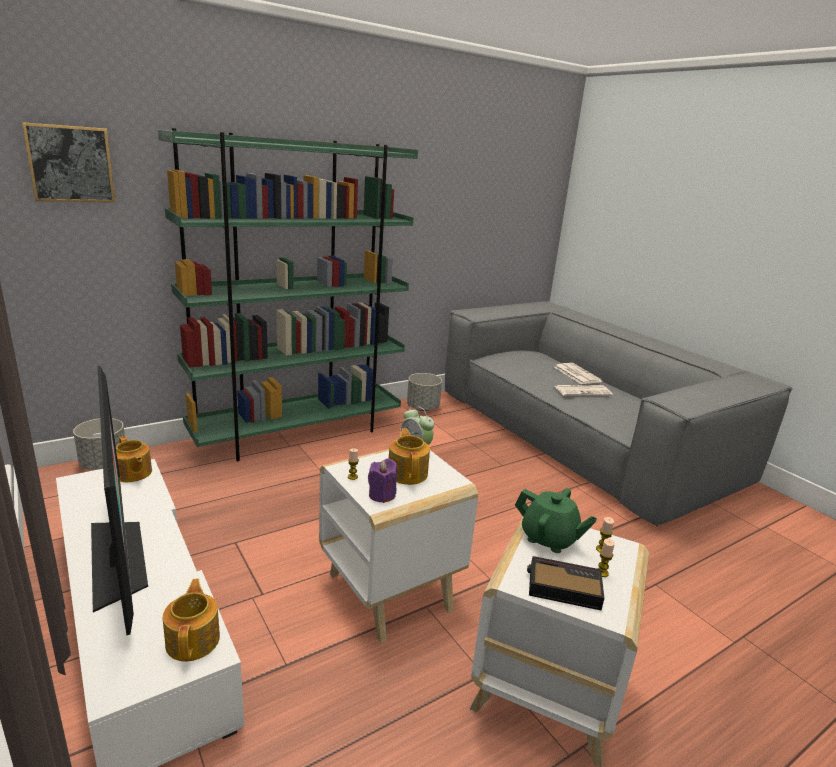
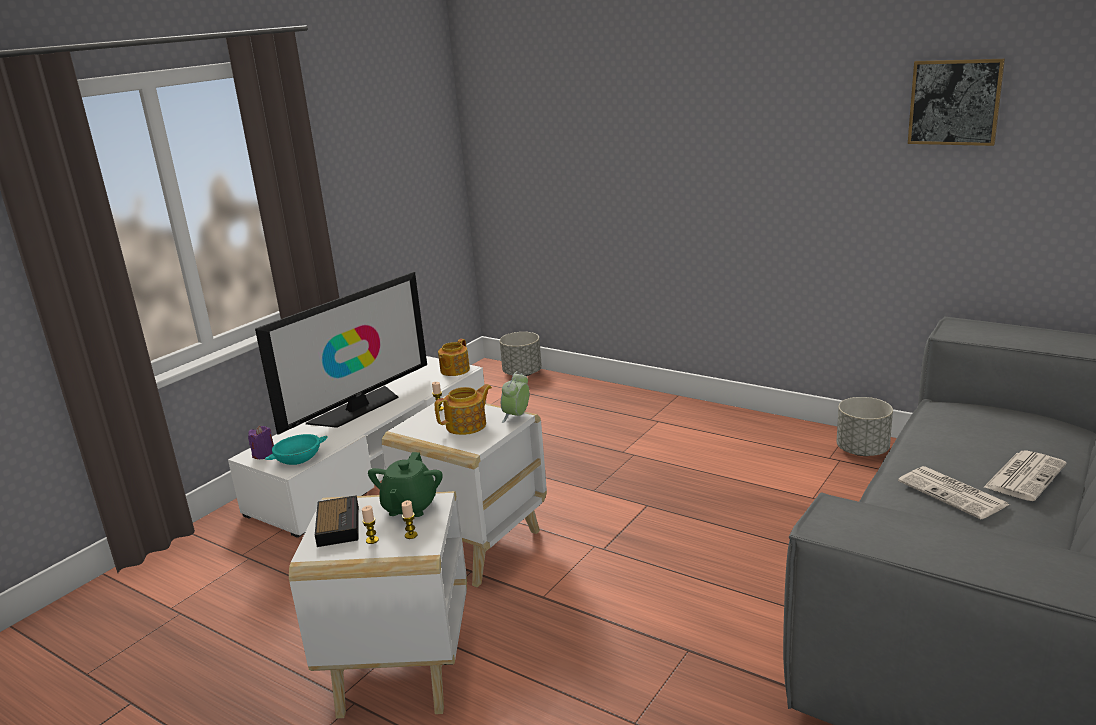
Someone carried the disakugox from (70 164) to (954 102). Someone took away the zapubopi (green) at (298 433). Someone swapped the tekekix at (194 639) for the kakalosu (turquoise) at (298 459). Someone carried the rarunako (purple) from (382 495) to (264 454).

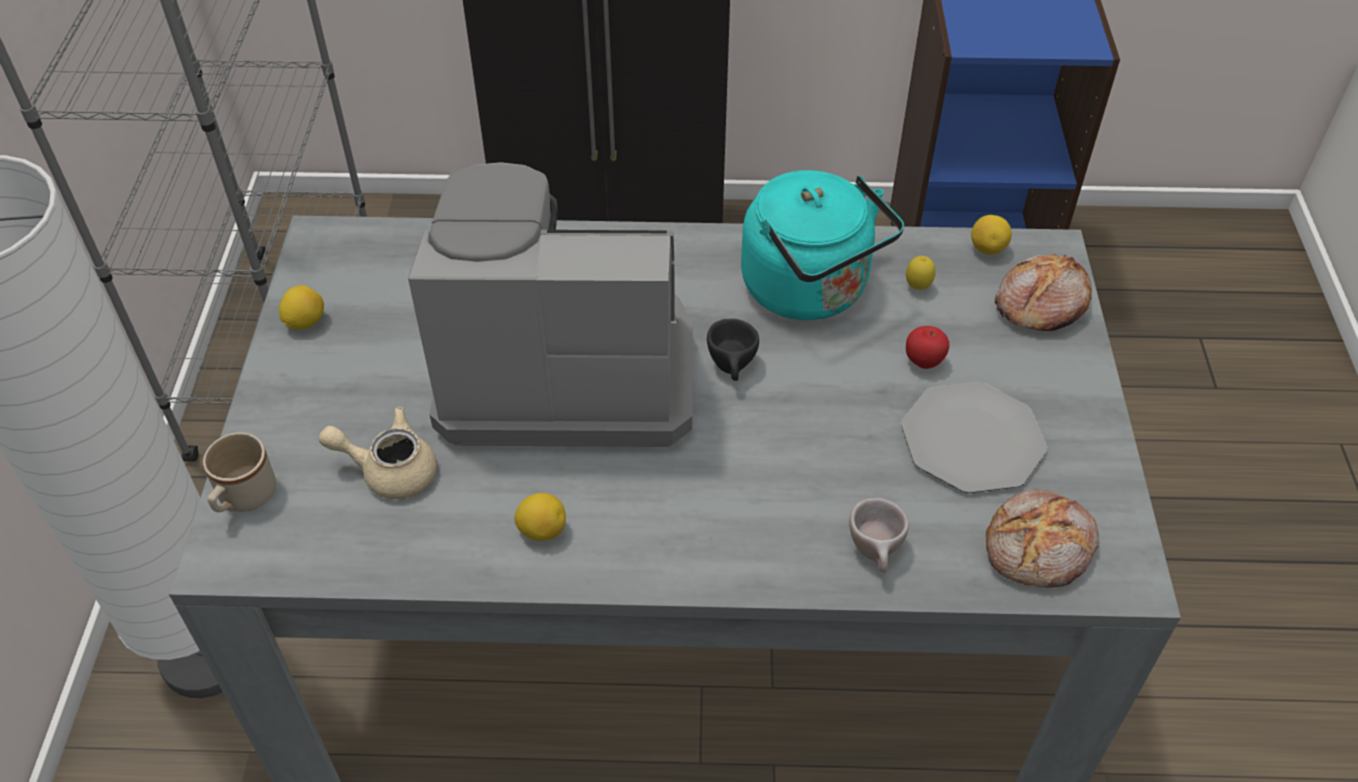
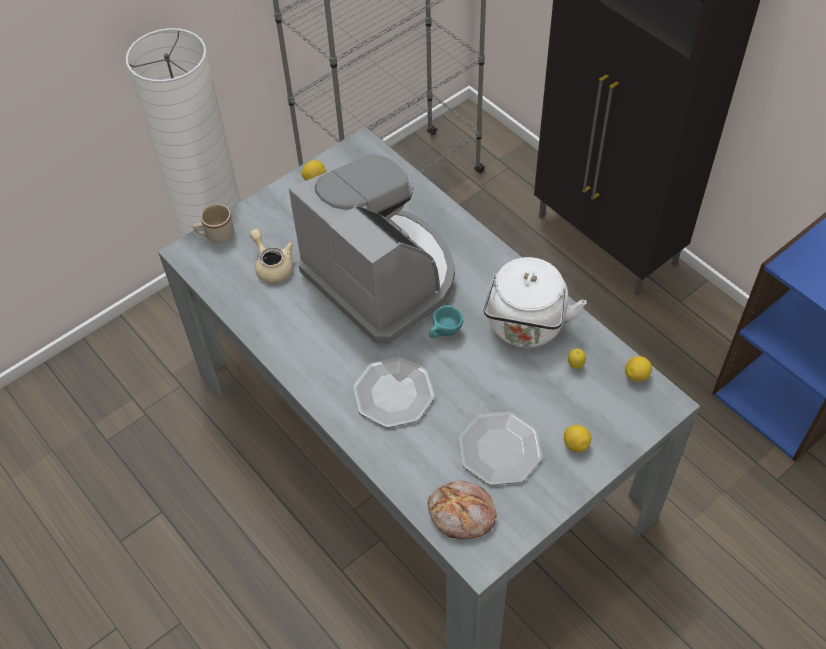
Someone carried the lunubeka from (542 530) to (576 444). Someone repainted the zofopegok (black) at (733 370), which became the zofopegok (turquoise) at (444 334). Someone repainted the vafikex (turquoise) at (811 291), which became the vafikex (white) at (525 327). Someone took away the zofopegok (beige) at (876 554). Someone took away the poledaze at (923 362). Someone took away the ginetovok at (1039 303). Someone put down the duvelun at (393 393).

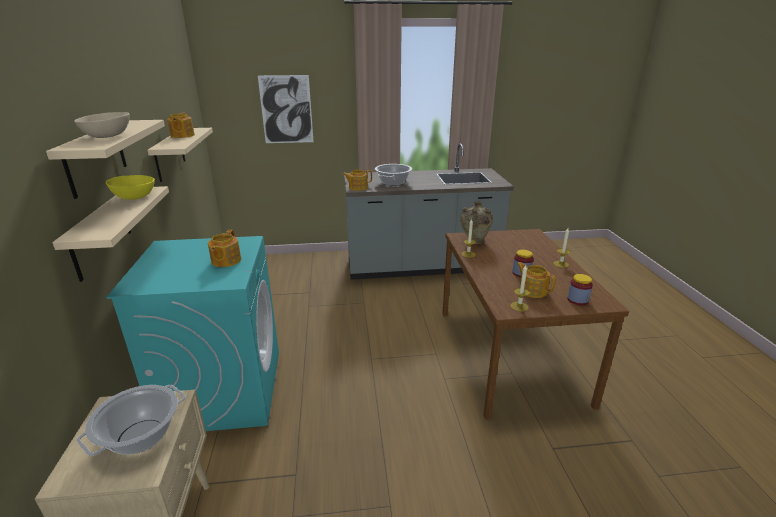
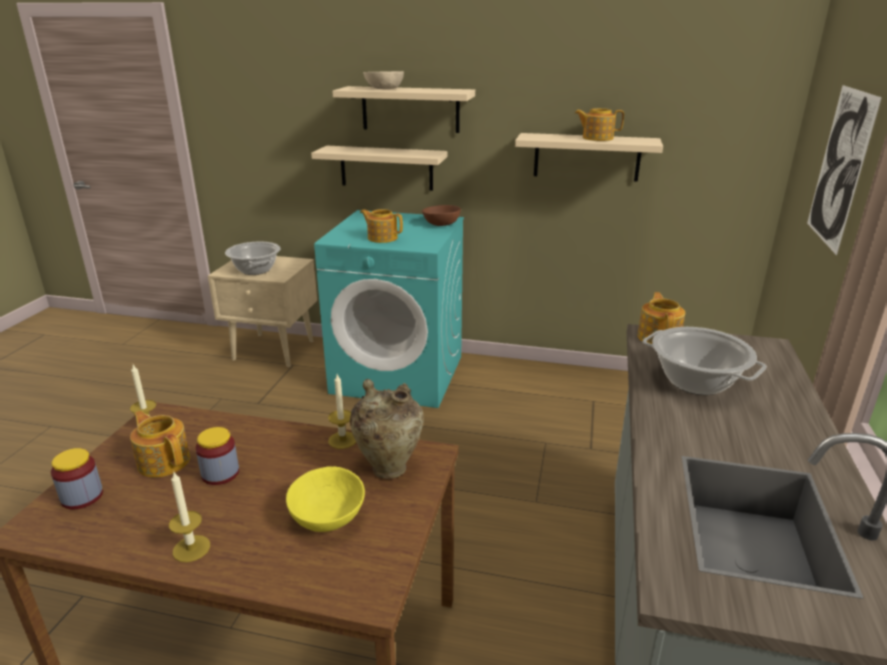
Someone carried the kakalosu (yellow) from (134 197) to (327 516). Someone rotated the tekekix at (532 290) by 120 degrees counterclockwise. Someone put down the kakalosu (brown) at (442 224).

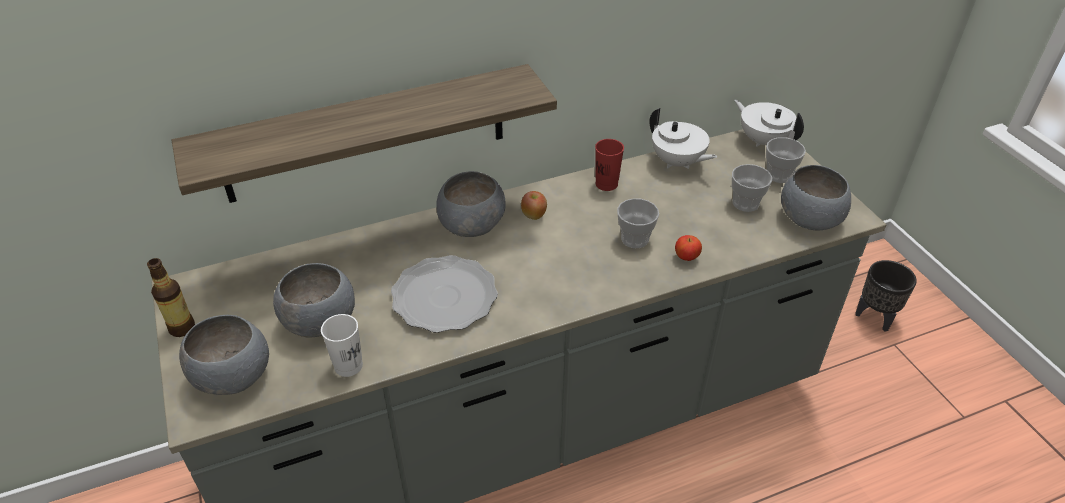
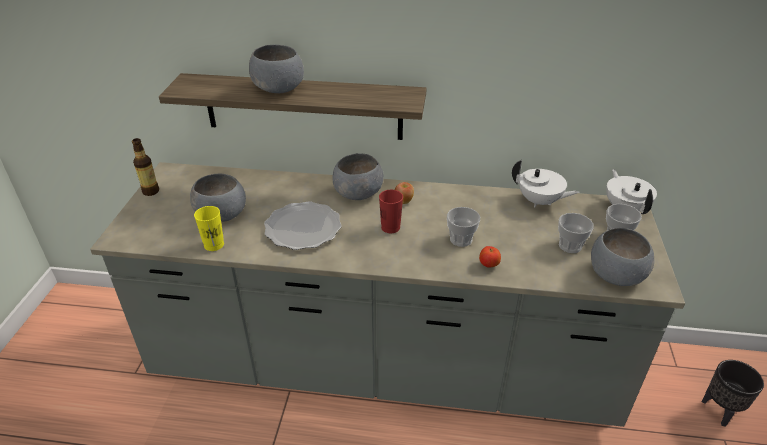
Someone carried the kakalosu (grey) from (234 376) to (279 89). Someone repainted the zofopegok (white) at (348 366), which became the zofopegok (yellow) at (214 245). Someone carried the zofopegok (red) from (606 184) to (390 227). Someone rotated the tekekix (white) at (677 162) by 45 degrees counterclockwise.

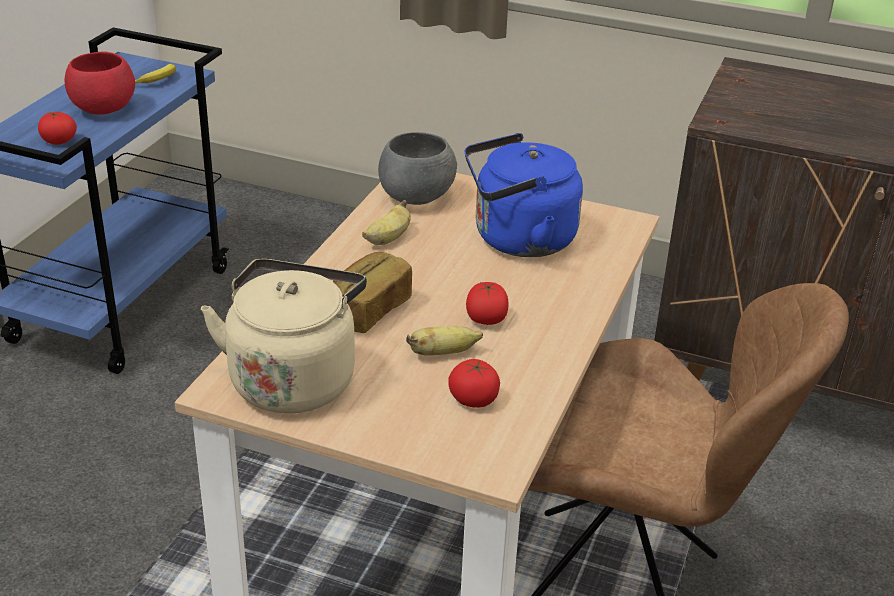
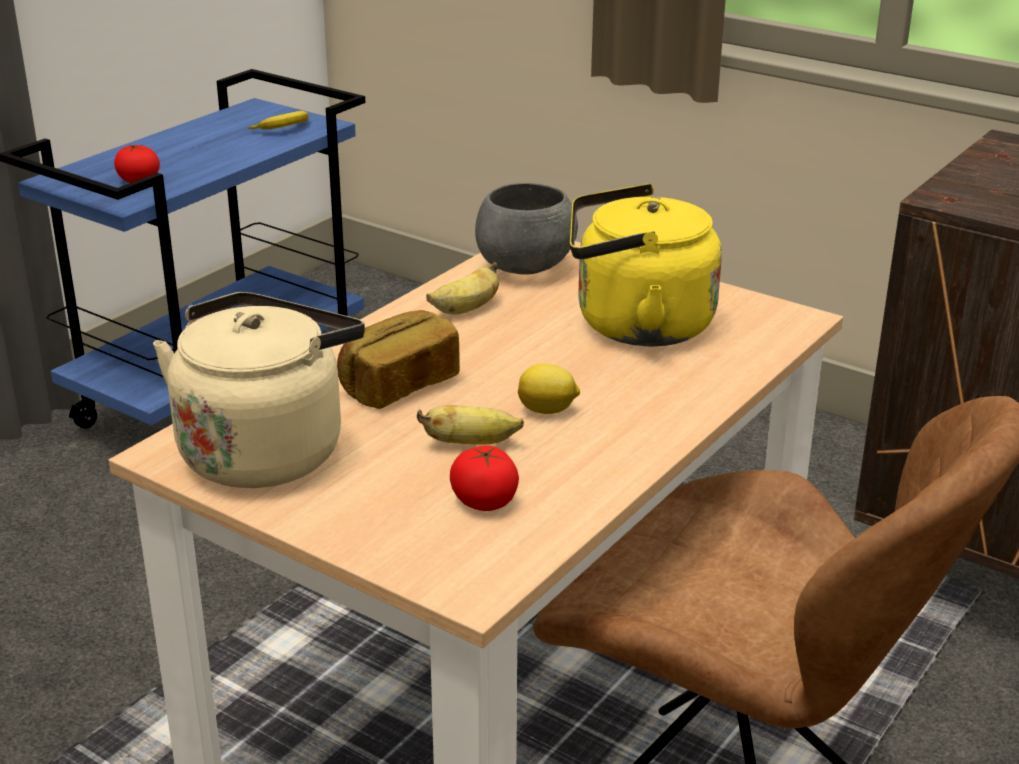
Someone took away the kakalosu (red) at (104 109). Someone repainted the vafikex (blue) at (518 240), which became the vafikex (yellow) at (635 326). Someone swapped the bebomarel at (486 319) for the lunubeka at (548 410).

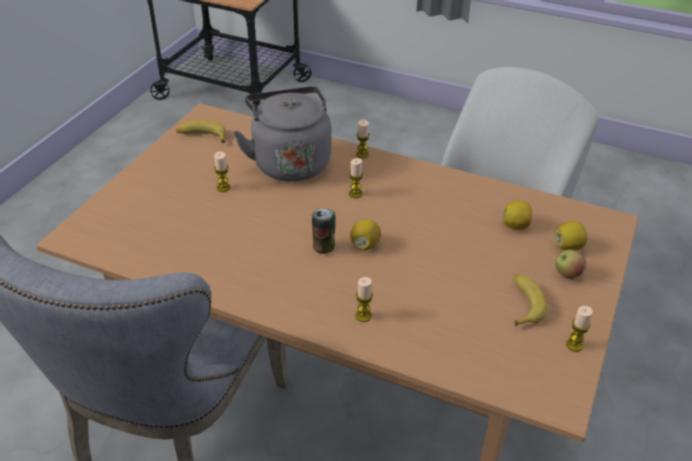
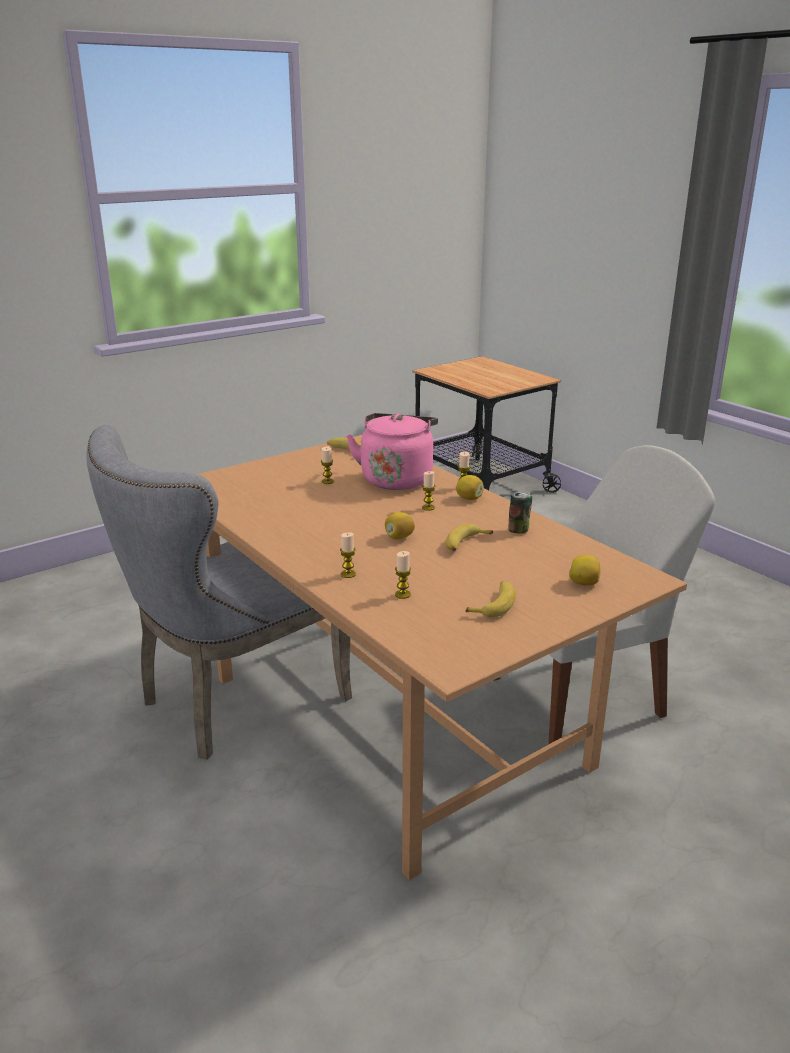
Someone repainted the vafikex (grey) at (289 162), which became the vafikex (pink) at (397 479). Someone carried the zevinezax from (324 246) to (518 530). Someone carried the lunubeka from (516 225) to (469 498). Someone took away the poledaze at (567 274). Someone carried the rarunako from (574 345) to (402 594). Someone put down the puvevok at (465 544).

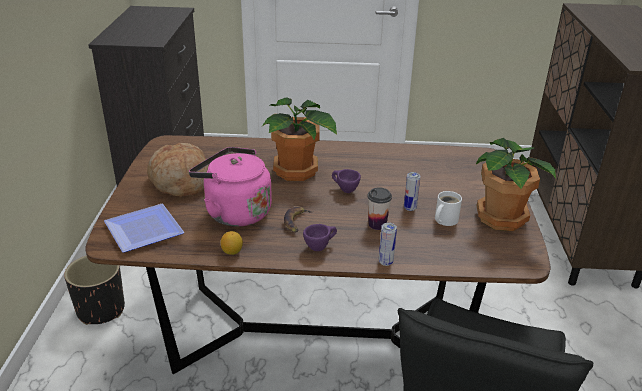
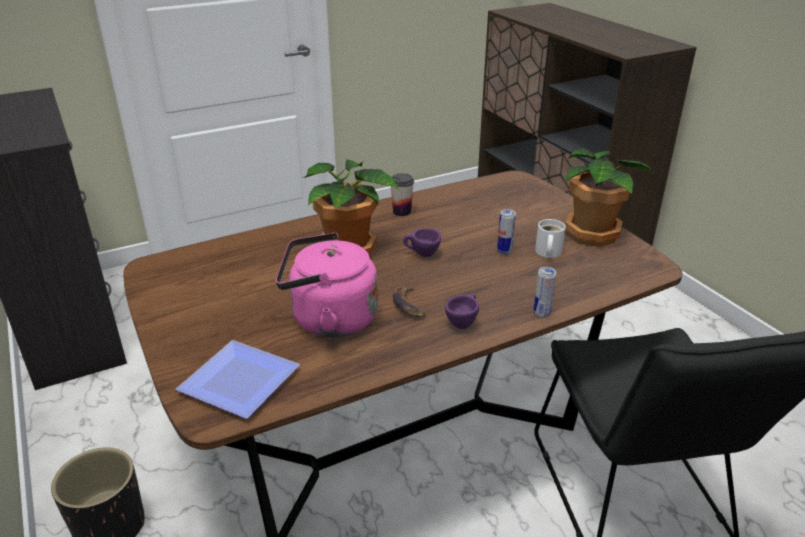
Someone took away the ginetovok at (180 181). Someone took away the lunubeka at (232 252). Someone carried the zofopegok from (377 224) to (402 212).

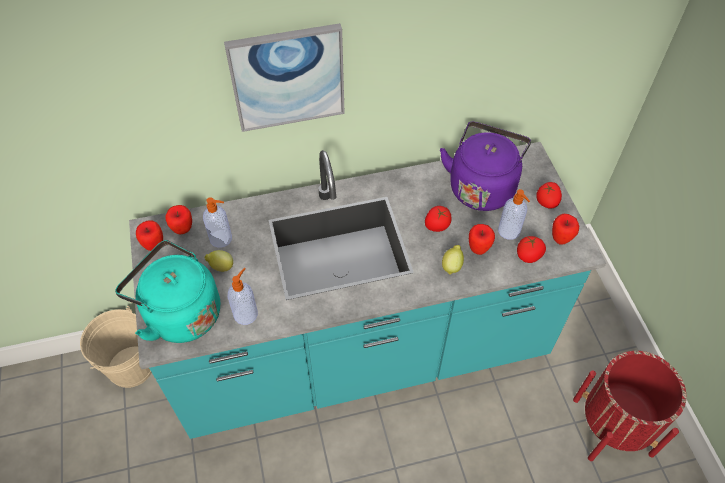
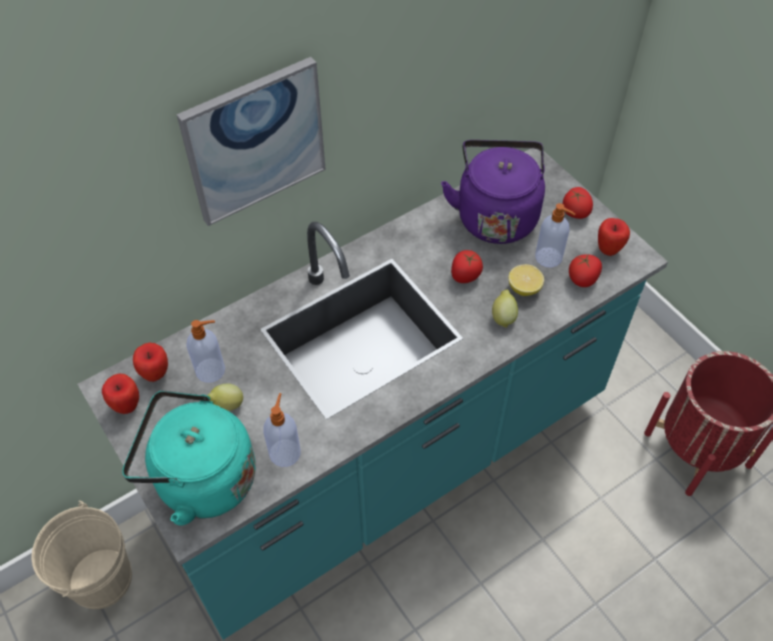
Someone swapped the poledaze at (478 249) for the lunubeka at (524 288).

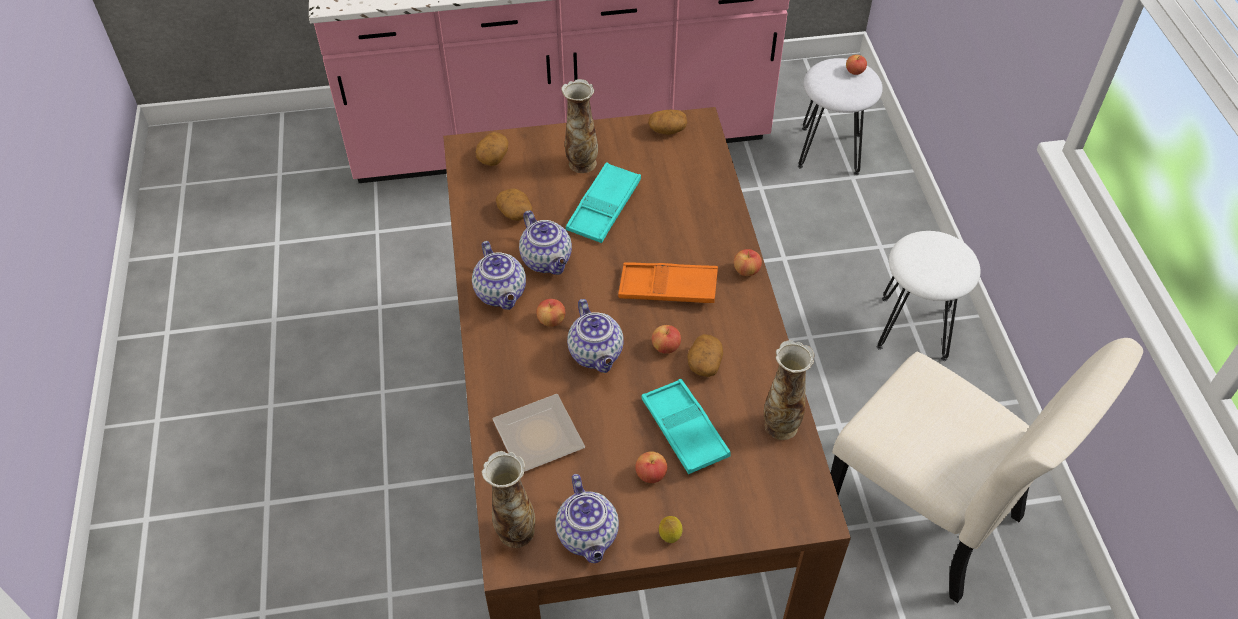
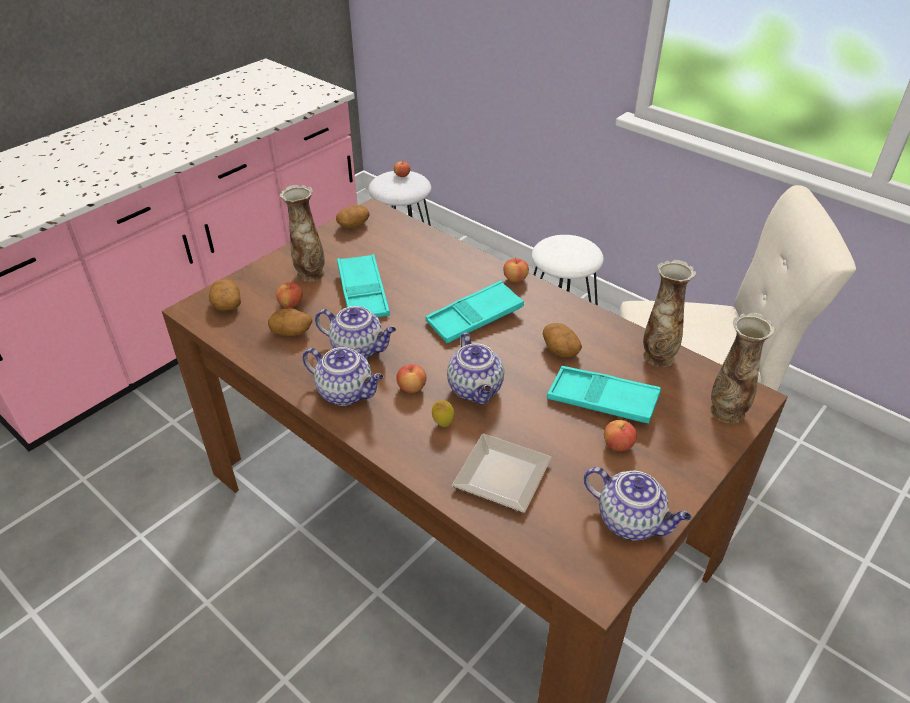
Someone carried the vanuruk from (514 531) to (726 412). Someone rotated the tekekix at (597 354) by 45 degrees clockwise. Someone repainted the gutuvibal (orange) at (668 288), which became the gutuvibal (turquoise) at (474 318). Someone carried the poledaze from (665 347) to (290 304). Someone carried the lunubeka from (670 537) to (443 424).

